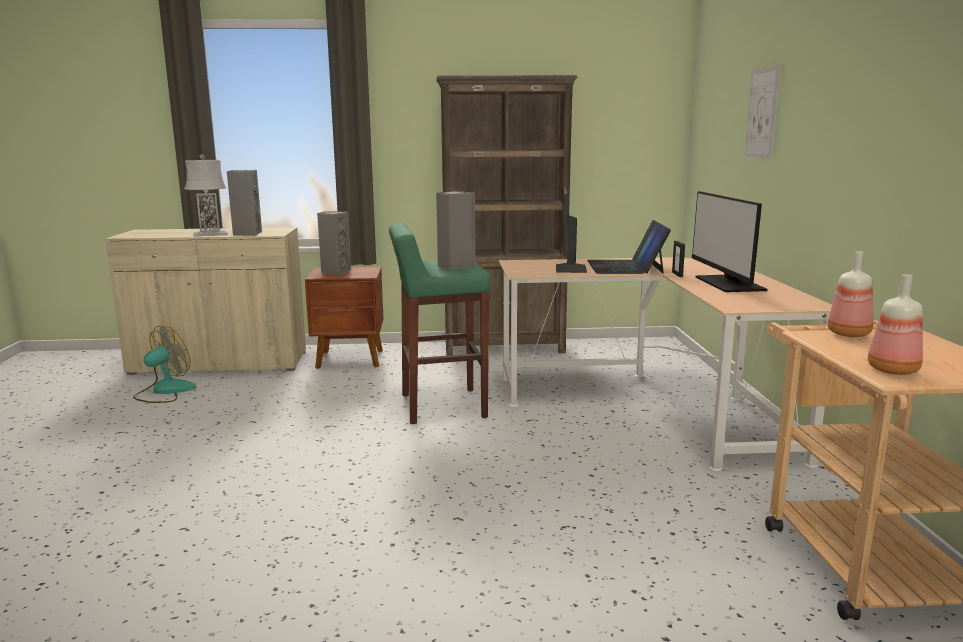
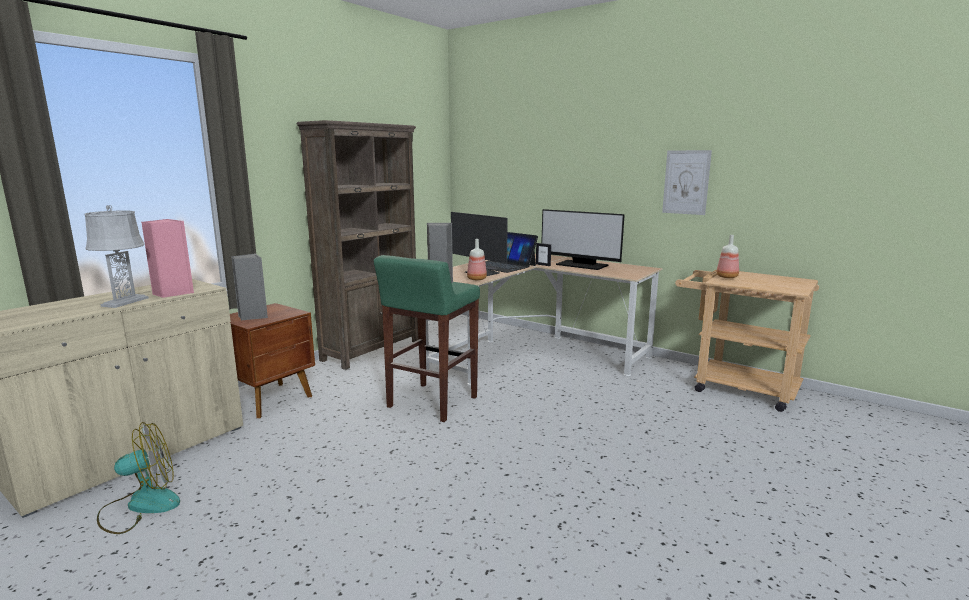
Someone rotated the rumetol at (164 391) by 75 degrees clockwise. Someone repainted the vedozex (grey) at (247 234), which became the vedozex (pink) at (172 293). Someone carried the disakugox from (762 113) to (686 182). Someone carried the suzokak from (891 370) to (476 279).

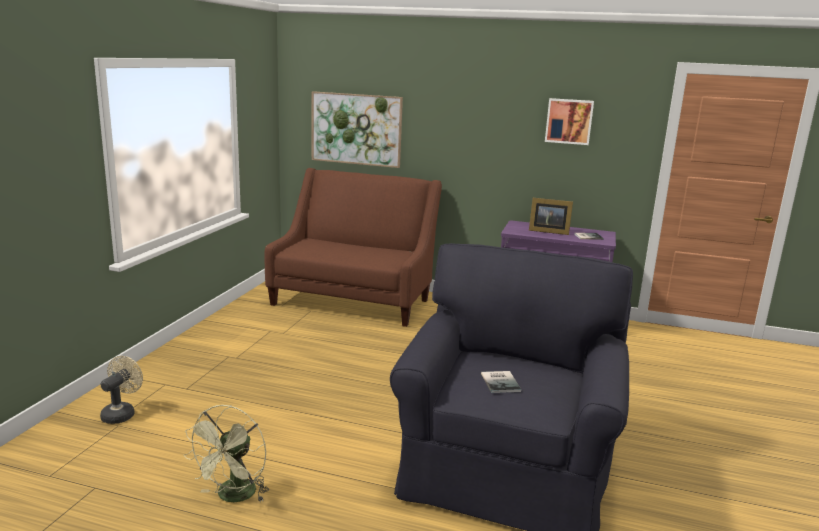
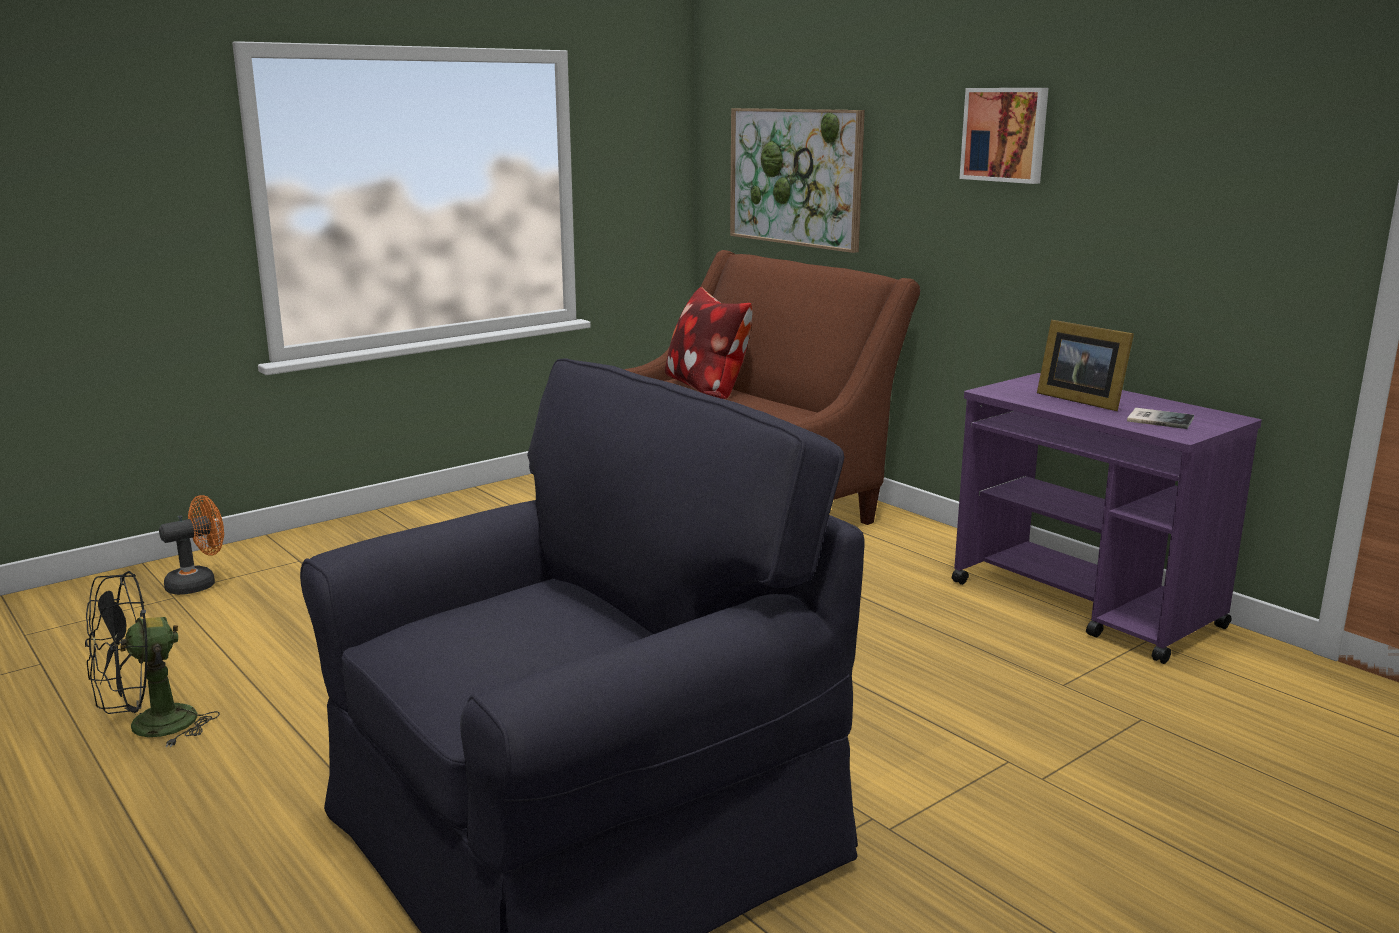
Someone repainted the rumetol (beige) at (121 413), which became the rumetol (orange) at (199 584). Someone repainted the rumetol (green) at (233 497), which became the rumetol (black) at (149 728). Someone took away the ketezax at (501 382). Someone carried the disakugox from (569 121) to (1005 134). Someone put down the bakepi at (707 389).

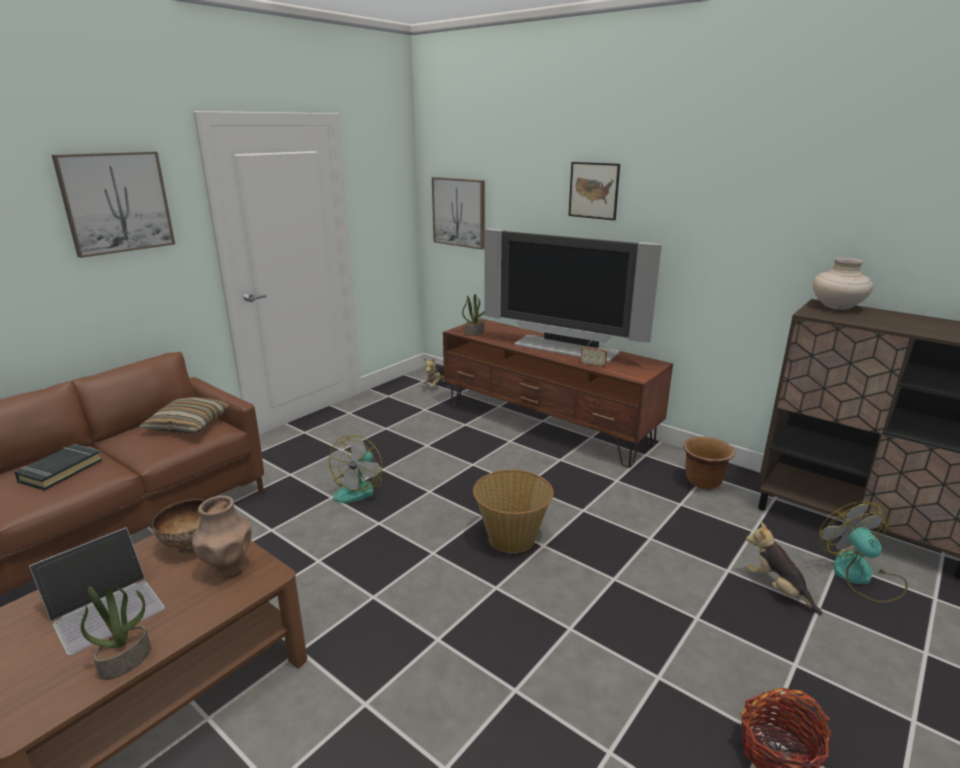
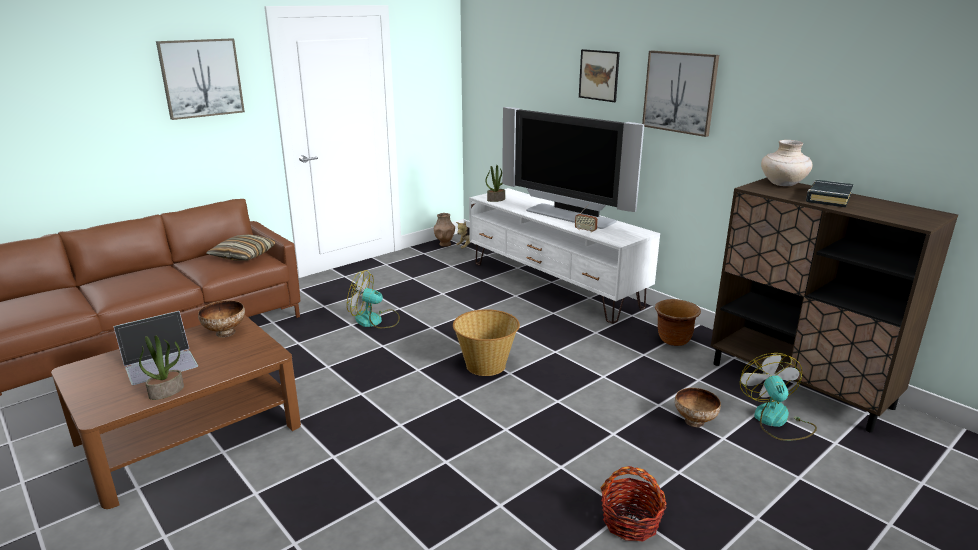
Someone carried the ketezax (black) from (60 471) to (828 198). Someone carried the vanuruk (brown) from (229 569) to (444 244). Someone rotated the rumetol at (359 488) by 75 degrees clockwise. Someone carried the disakugox from (459 212) to (680 92). Someone repainted the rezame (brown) at (546 424), which became the rezame (white) at (554 284). Someone swapped the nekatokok at (777 589) for the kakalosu at (695 422).

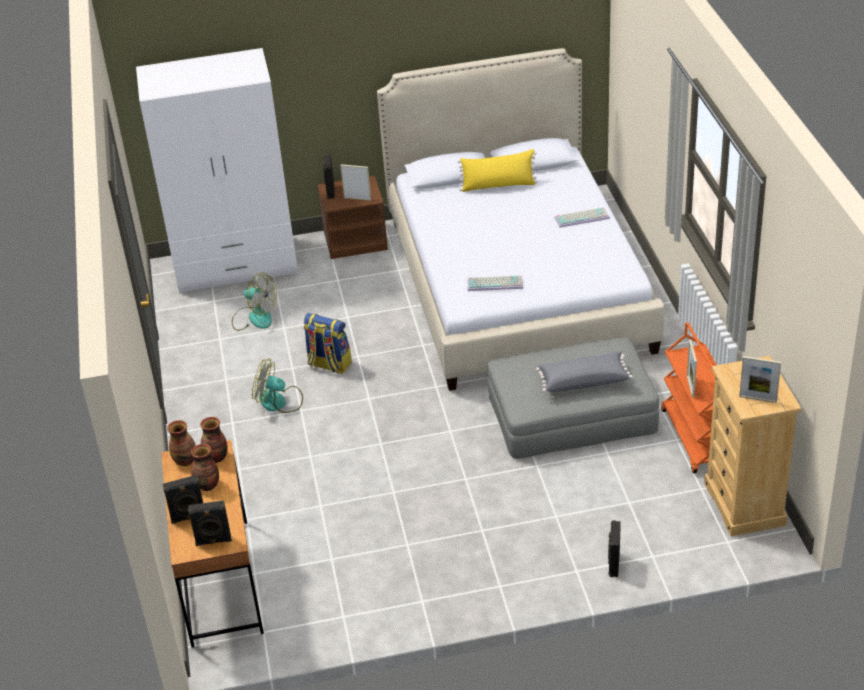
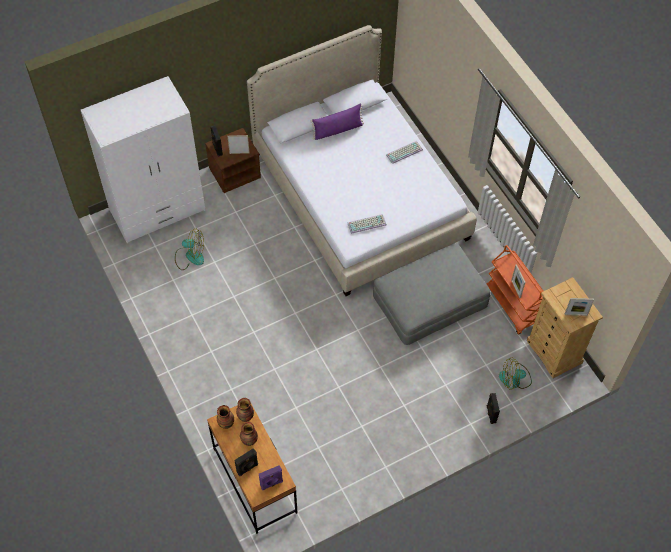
Someone repainted the vedozex (black) at (213 541), which became the vedozex (purple) at (271 484). Someone carried the rumetol from (279 402) to (515 379). Someone took away the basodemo at (329 365). Someone repainted the bakepi (yellow) at (498 186), which became the bakepi (purple) at (338 130). Someone took away the bakepi (grey) at (583 380).

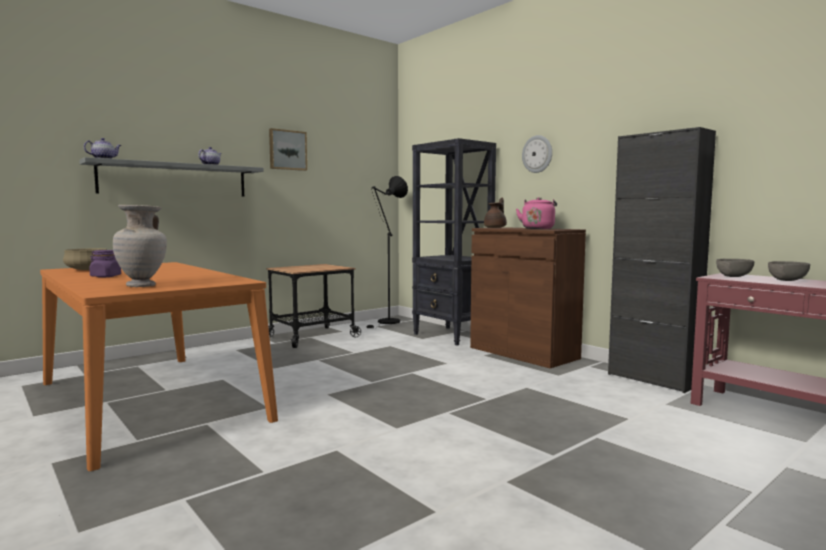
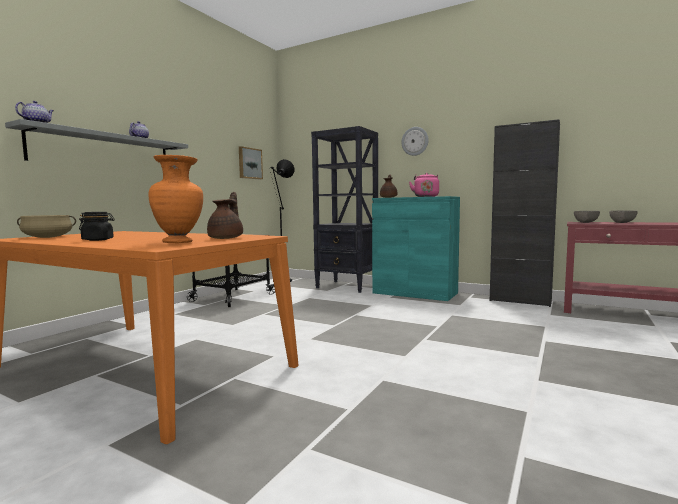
Someone repainted the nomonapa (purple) at (106 276), which became the nomonapa (black) at (98 240). Someone repainted the vanuruk (beige) at (142 286), which became the vanuruk (orange) at (179 242). Someone carried the disakugox from (287 150) to (249 163). Someone repainted the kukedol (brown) at (523 353), which became the kukedol (turquoise) at (415 293). Someone put down the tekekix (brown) at (227 238).

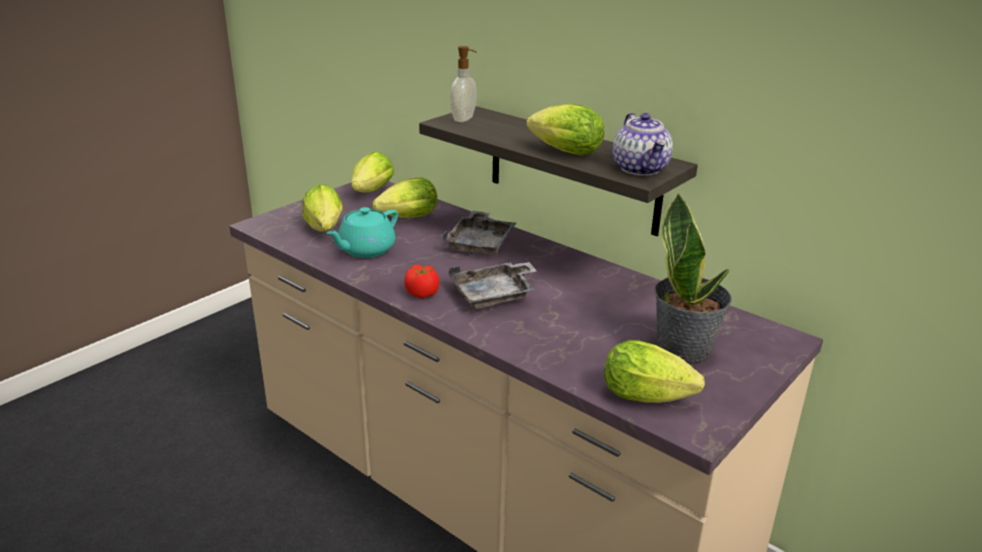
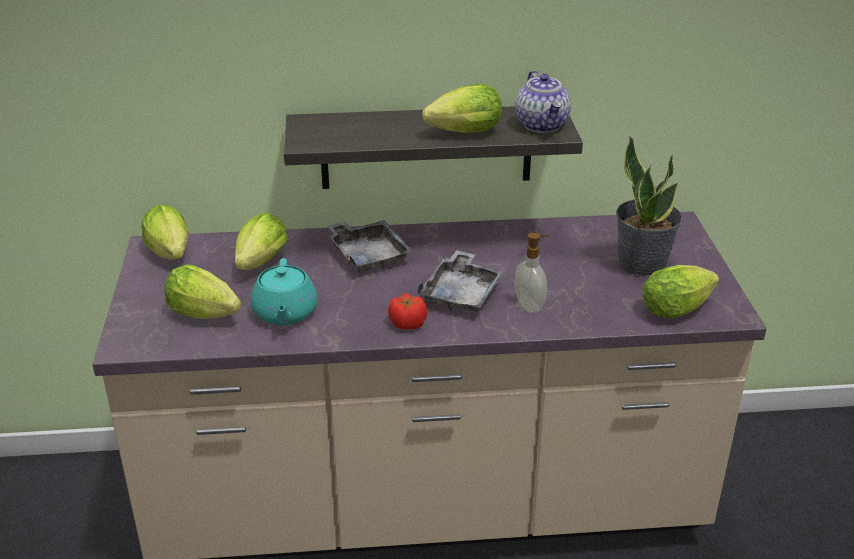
Someone carried the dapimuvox from (464 119) to (530 305). Someone rotated the tekekix at (641 169) by 45 degrees clockwise.

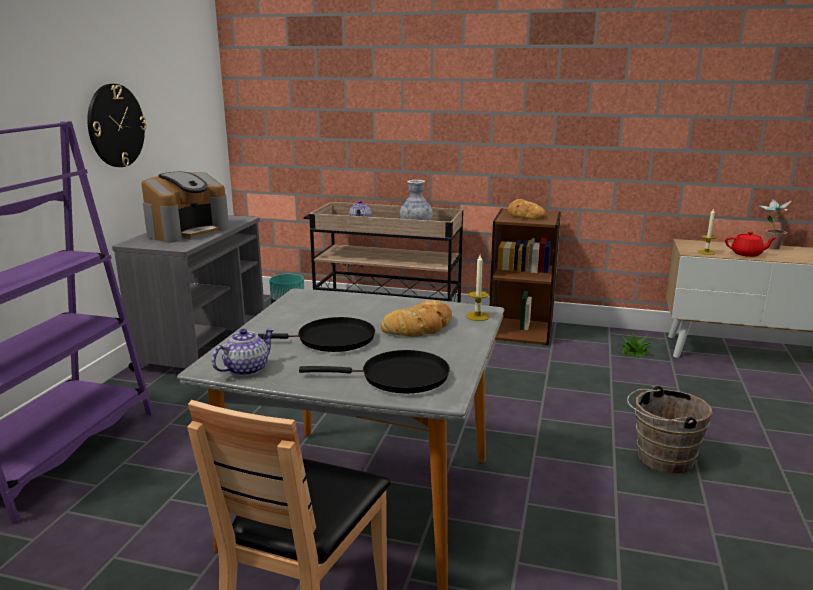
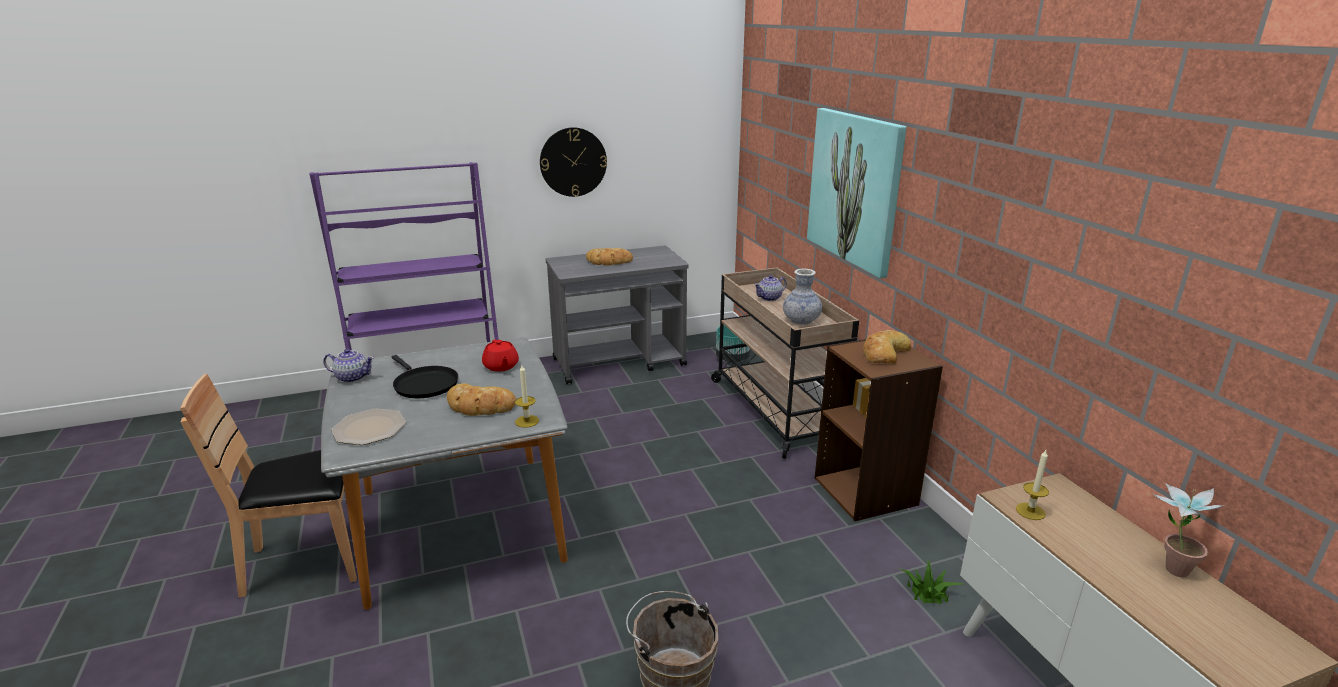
Someone swapped the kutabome at (187 231) for the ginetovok at (609 261). Someone swapped the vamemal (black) at (398 377) for the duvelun at (369 429). Someone carried the tekekix (red) from (747 254) to (501 366). Someone put up the disakugox at (855 189).

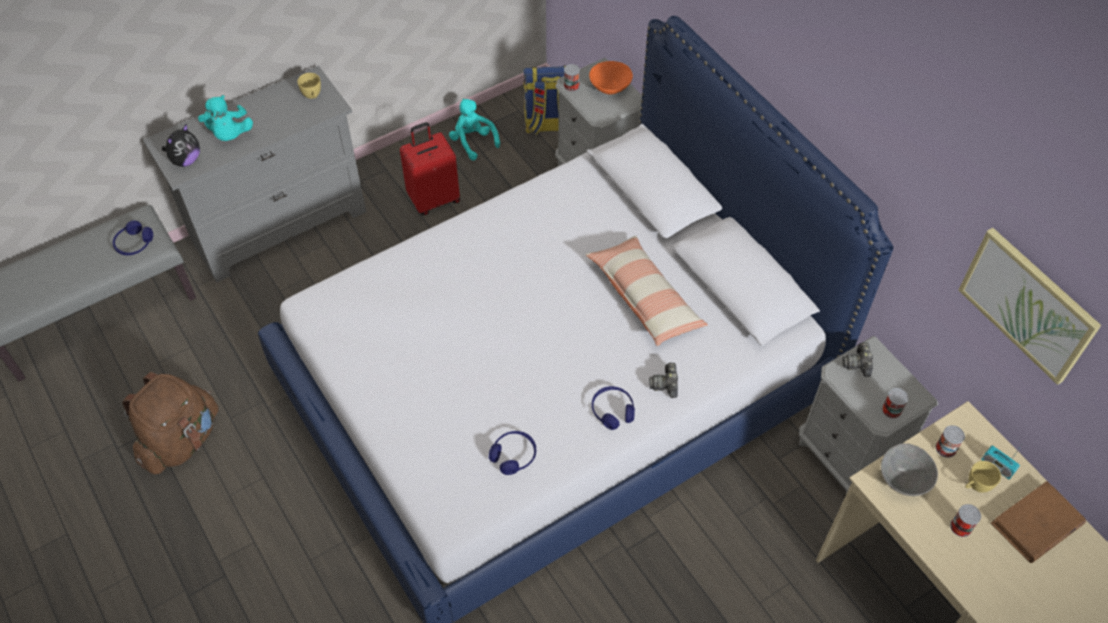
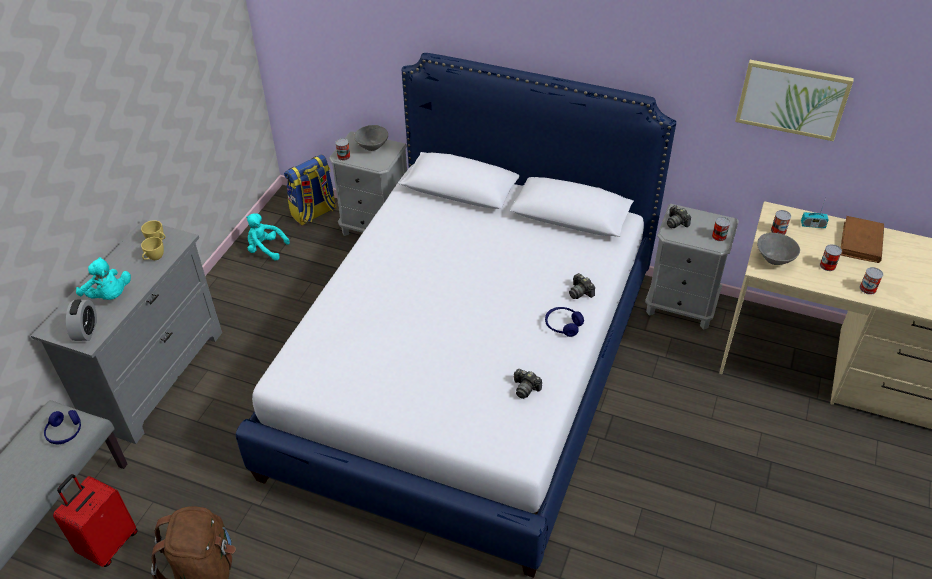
Someone swapped the nekatokok at (186 160) for the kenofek at (86 331). Someone carried the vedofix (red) from (434 199) to (108 543). Someone swapped the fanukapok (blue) at (513 456) for the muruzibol at (525 388). Someone took away the bakepi at (644 298). Someone repainted the kakalosu (orange) at (610 88), which became the kakalosu (grey) at (372 146). Someone carried the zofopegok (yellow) from (975 486) to (154 258). Someone put down the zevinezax at (867 288).

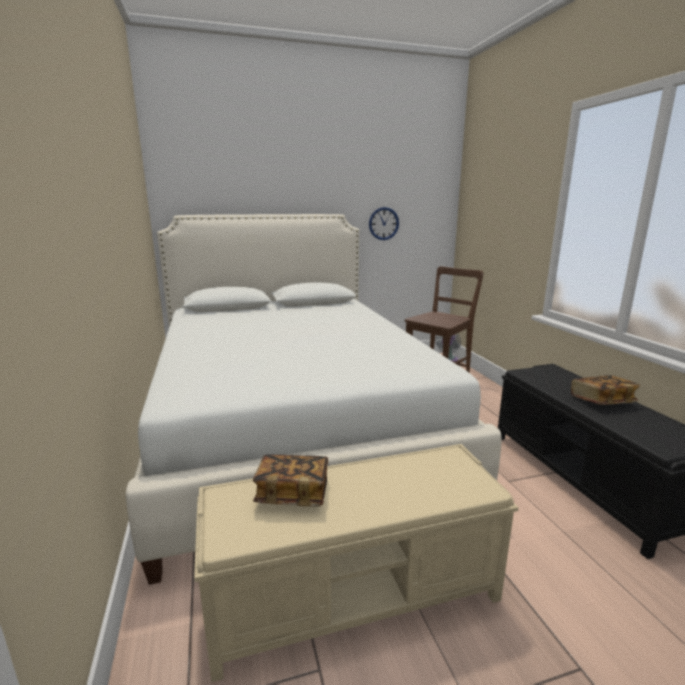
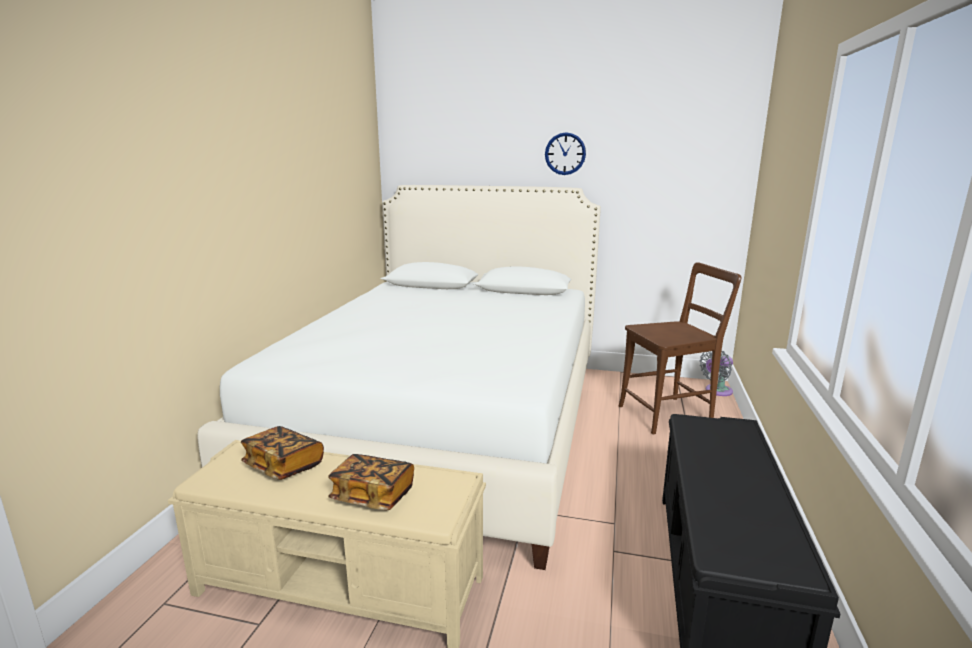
Someone carried the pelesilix from (383 223) to (565 153). Someone carried the ketezax from (601 401) to (373 496).

